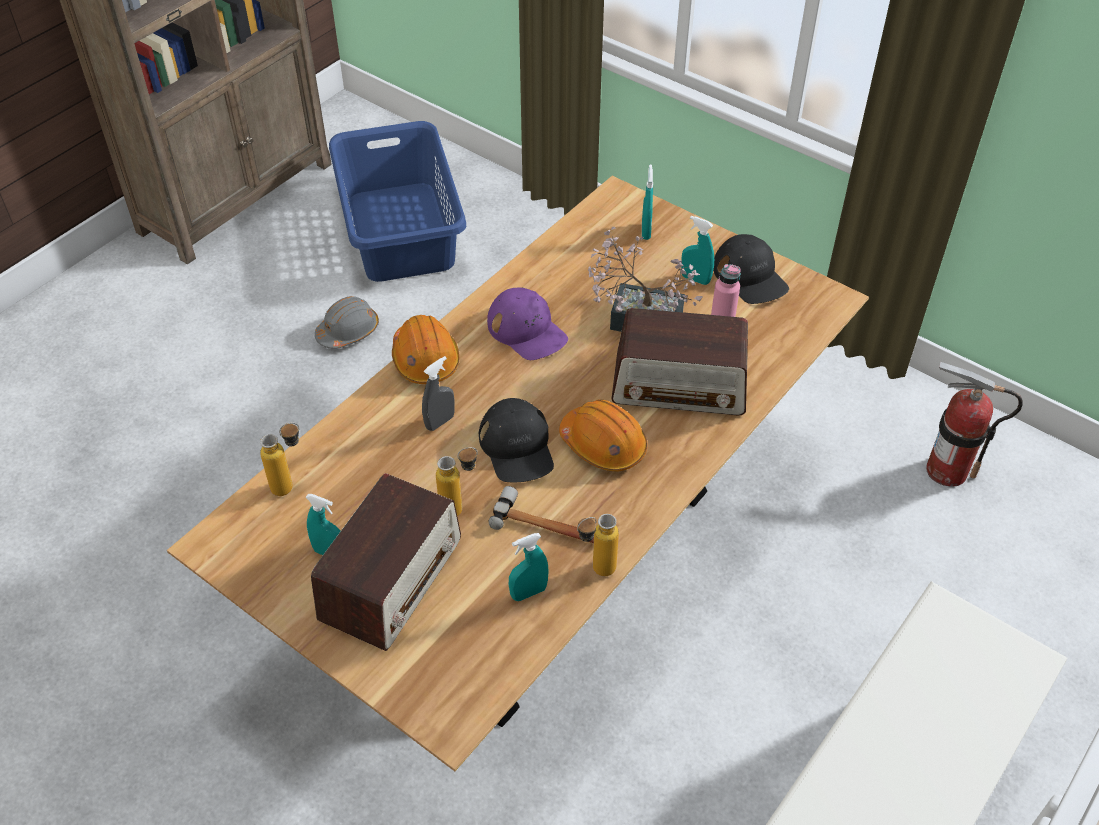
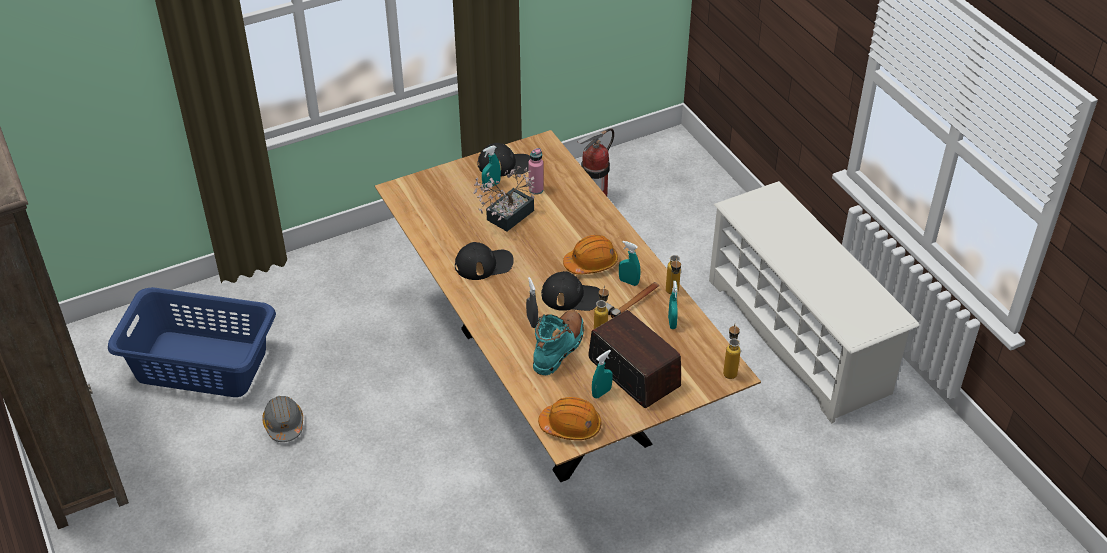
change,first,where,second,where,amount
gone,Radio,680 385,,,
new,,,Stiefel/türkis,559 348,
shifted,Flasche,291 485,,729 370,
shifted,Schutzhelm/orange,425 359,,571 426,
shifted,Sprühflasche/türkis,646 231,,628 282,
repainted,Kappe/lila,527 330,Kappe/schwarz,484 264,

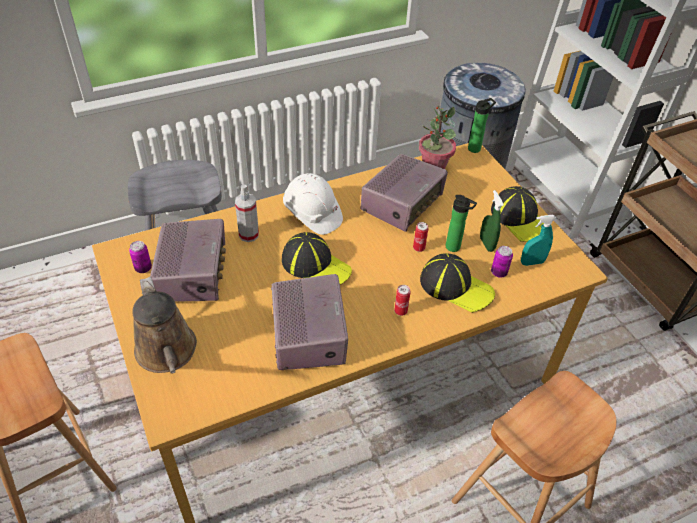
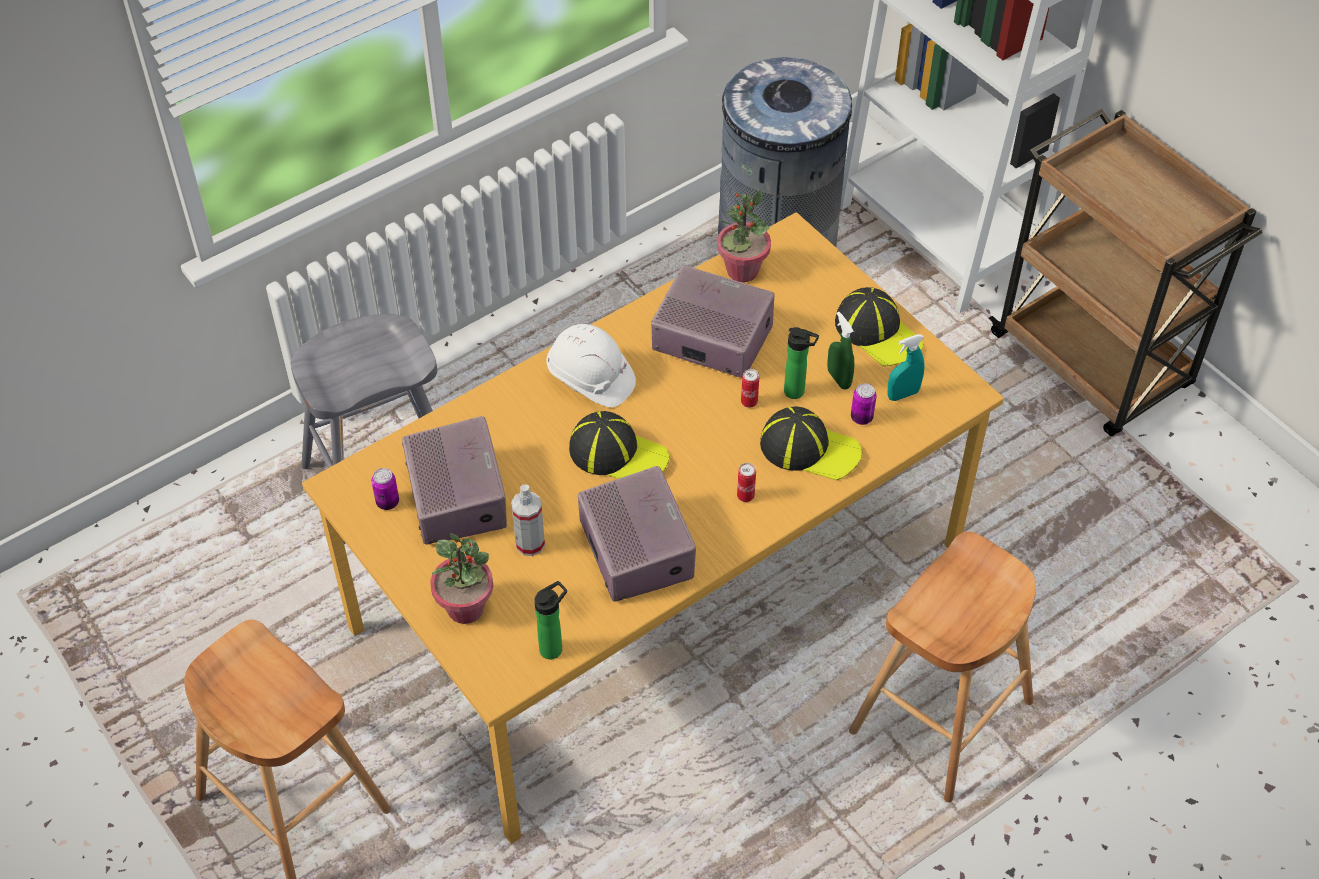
change,first,where,second,where,amount
shifted,Sprühflasche,249 235,,530 544,
shifted,Flasche,476 148,,554 647,
swapped,Gießkanne/braun,167 353,Topfpflanze,466 608,
rotated,Radio,402 204,,711 338,90 degrees counterclockwise

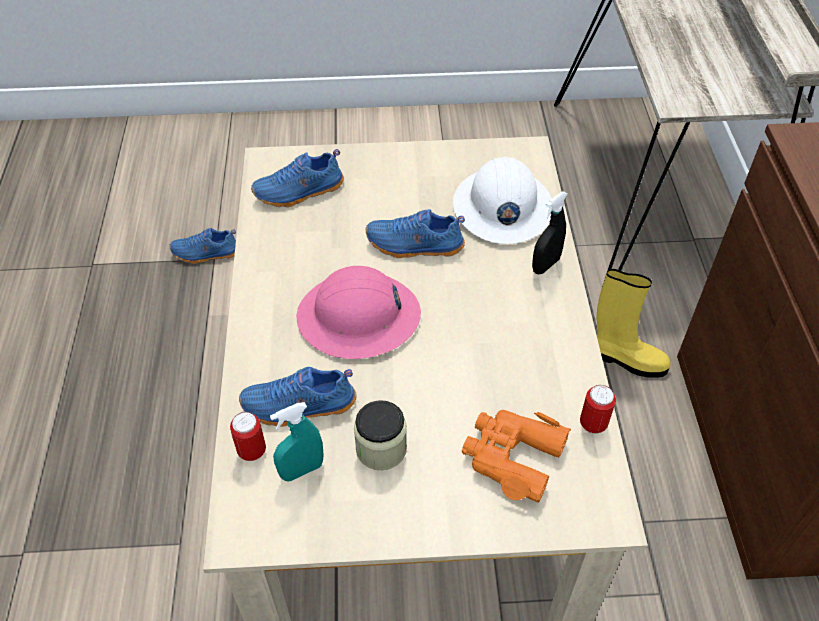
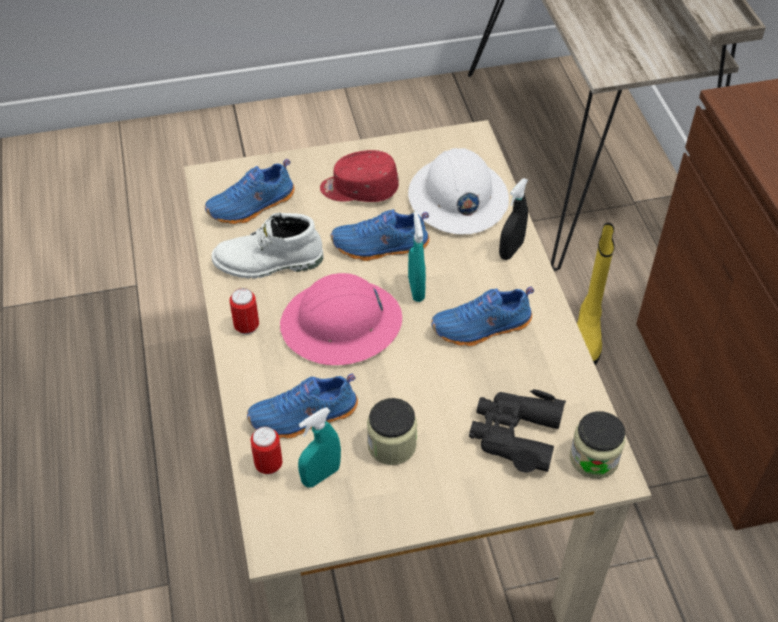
change,first,where,second,where,amount
new,,,Stiefel/weiß,268 263,
new,,,Kappe/rot,359 189,
new,,,Sprühflasche/türkis,416 289,
new,,,Vorratsglas,594 458,
shifted,Schuh/blau,206 254,,482 328,
shifted,Dose,593 424,,246 326,
repainted,Fernglas/orange,512 457,Fernglas/schwarz,515 435,
rotated,Stiefel/gelb,626 360,,587 334,90 degrees clockwise

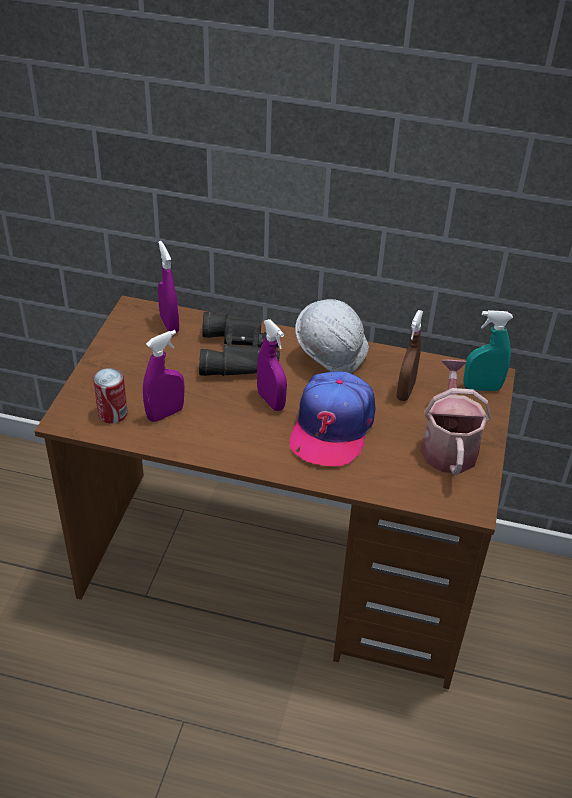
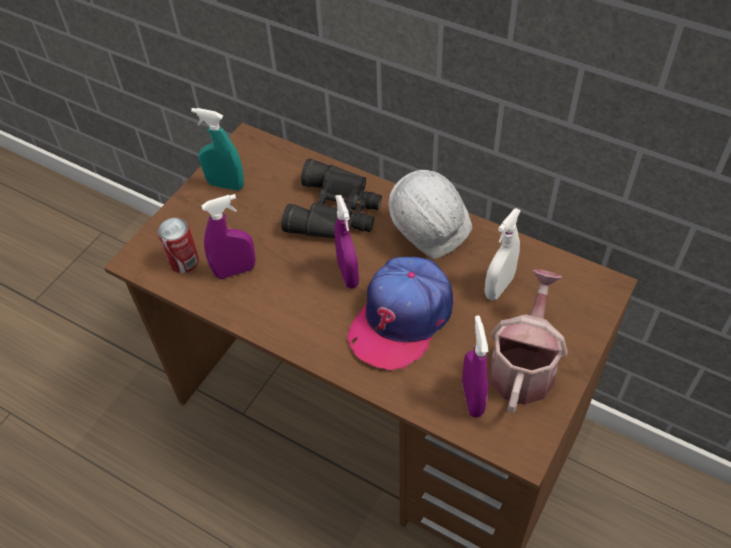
change,first,where,second,where,amount
shifted,Sprühflasche/lila,169 324,,472 398,
shifted,Sprühflasche/türkis,482 388,,226 185,
repainted,Sprühflasche/braun,405 391,Sprühflasche/weiß,499 287,

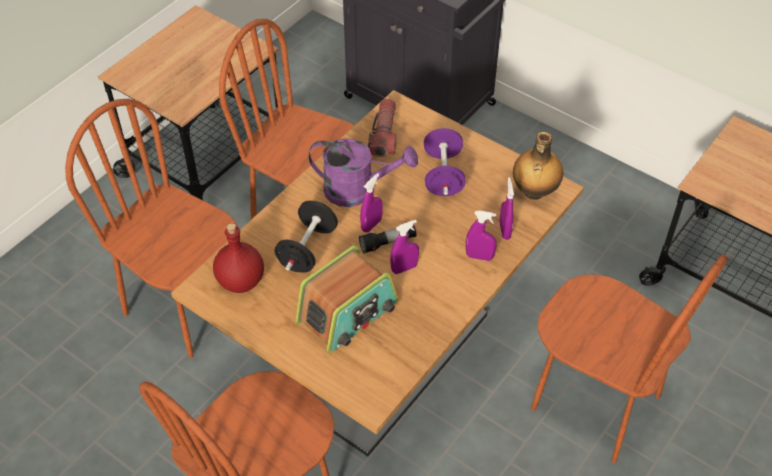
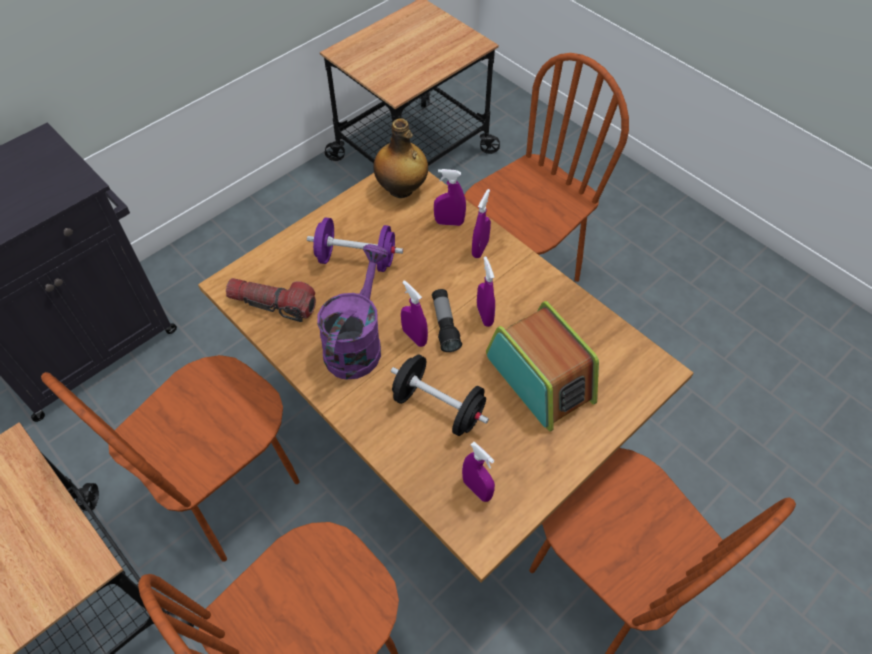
change,first,where,second,where,amount
swapped,Flasche/rot,240 281,Sprühflasche/lila,477 489,

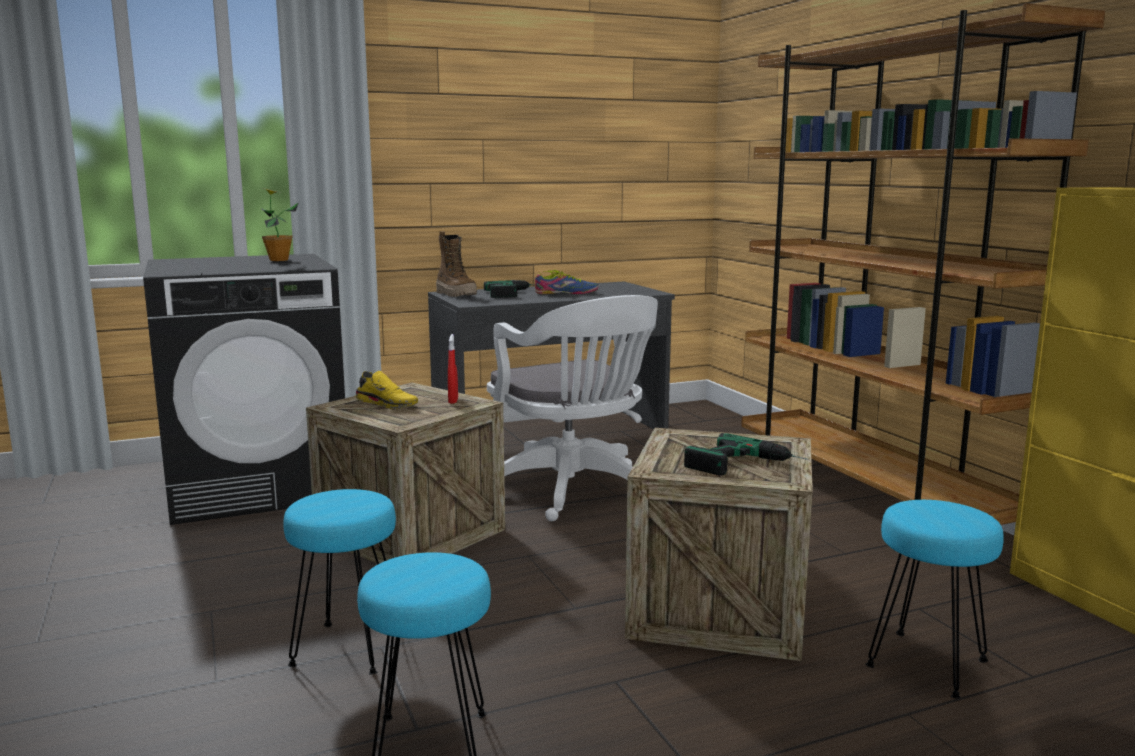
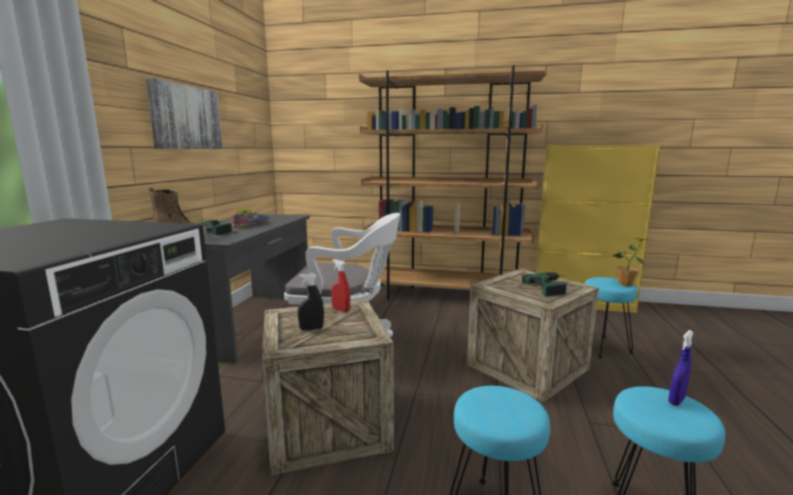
change,first,where,second,where,amount
new,,,Bild,186 117,
new,,,Sprühflasche/blau,676 400,
shifted,Topfpflanze,279 260,,625 284,
swapped,Schuh/gelb,388 404,Sprühflasche/schwarz,311 328,

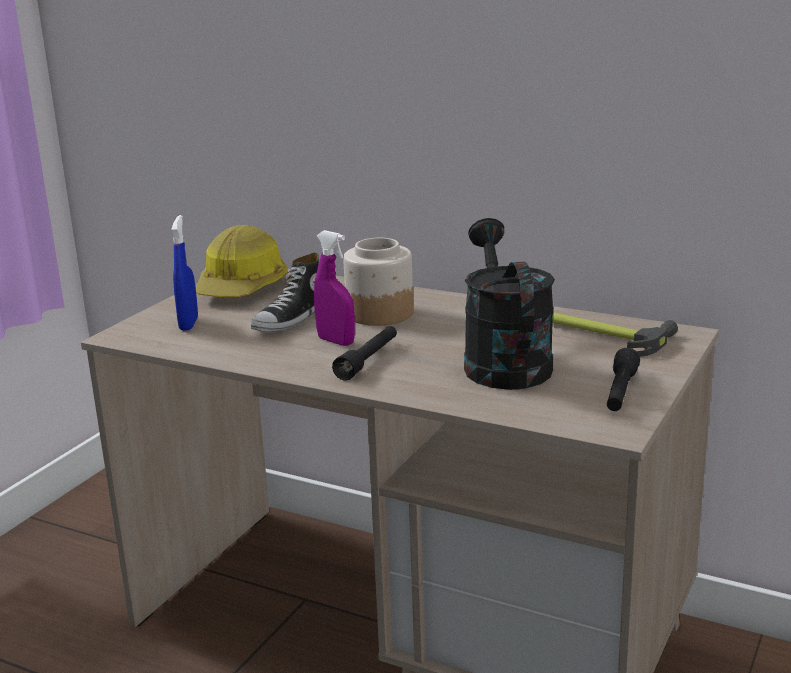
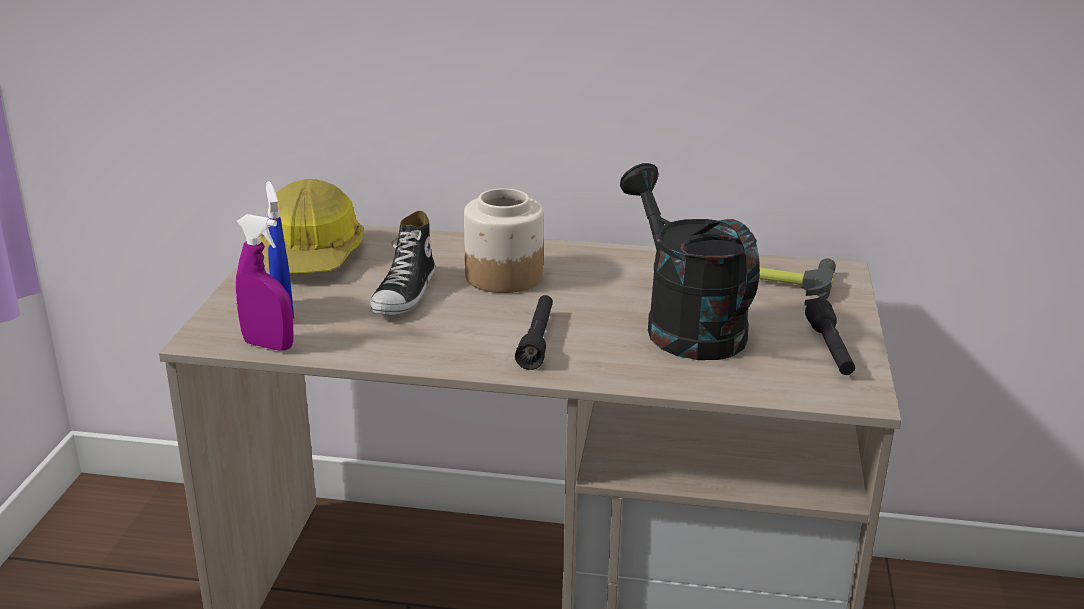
change,first,where,second,where,amount
shifted,Sprühflasche/lila,336 341,,268 345,

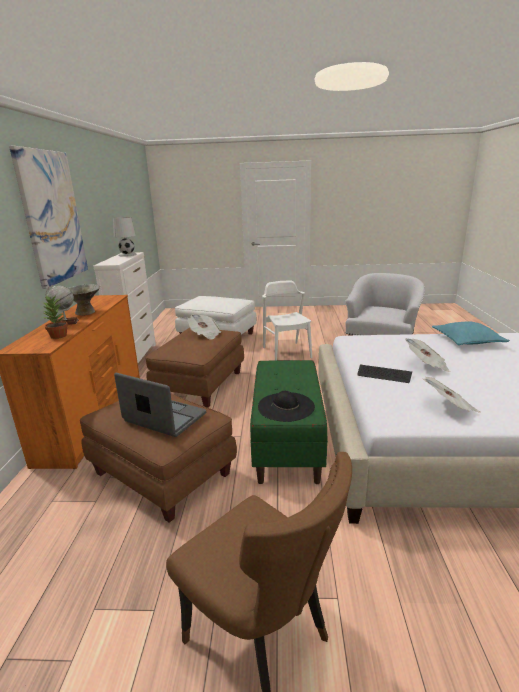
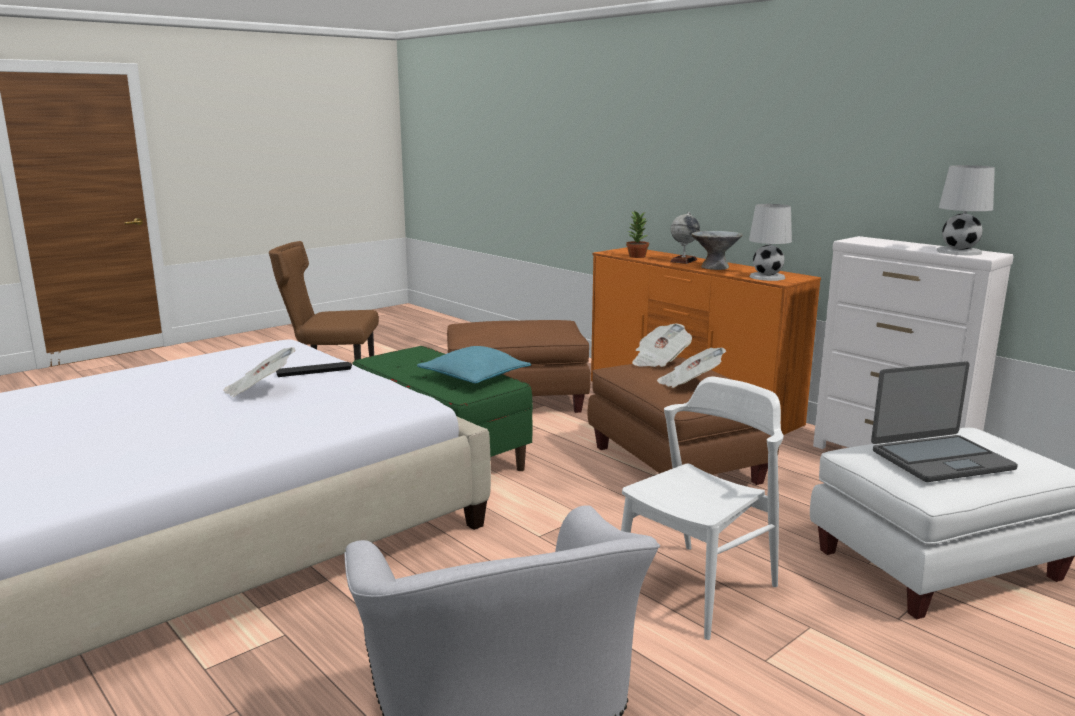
change,first,where,second,where,amount
gone,Bild,52 217,,,
gone,Hut/schwarz,286 406,,,
new,,,Tischlampe/weiß,767 277,
shifted,Laptop,164 418,,940 459,
shifted,Zeitung,449 407,,659 361,
shifted,Kissen/türkis,467 341,,474 377,
rotated,Stuhl/weiß,286 352,,697 588,75 degrees counterclockwise

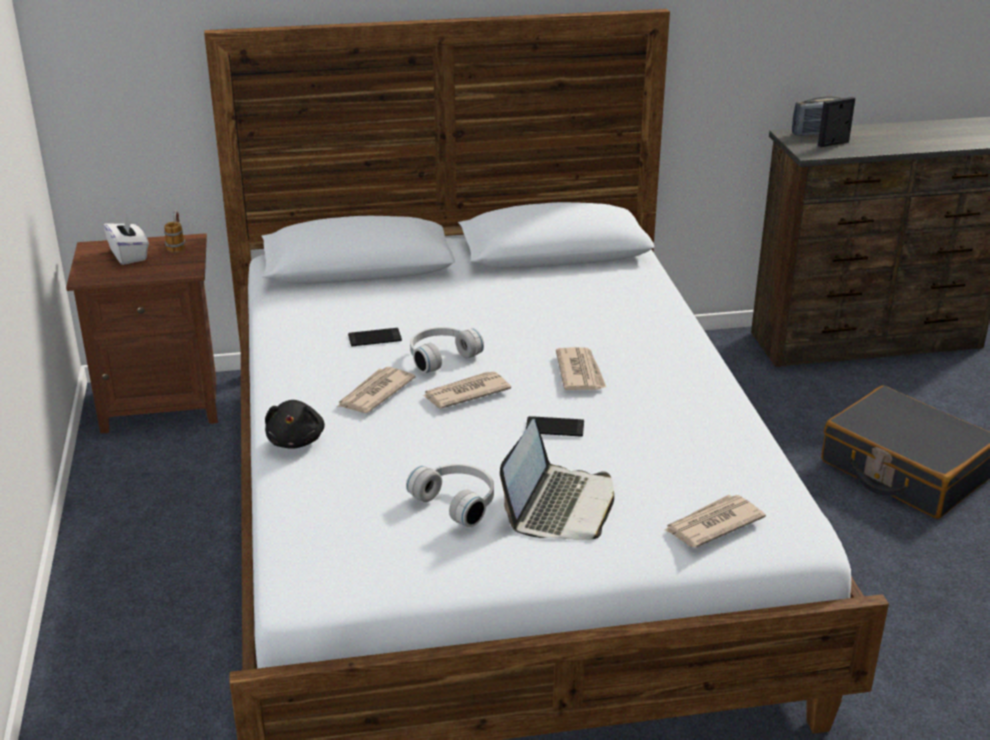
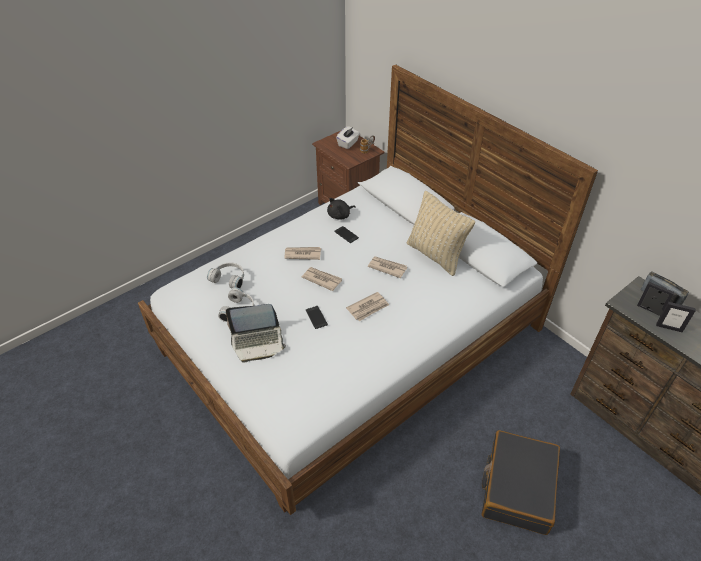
change,first,where,second,where,amount
new,,,Kissen/beige,435 255,
new,,,Bilderrahmen,669 327,
shifted,Plüschtier/schwarz,296 440,,340 215,
shifted,Kopfhörer/weiß,440 356,,229 278,
shifted,Zeitung,712 524,,387 267,

